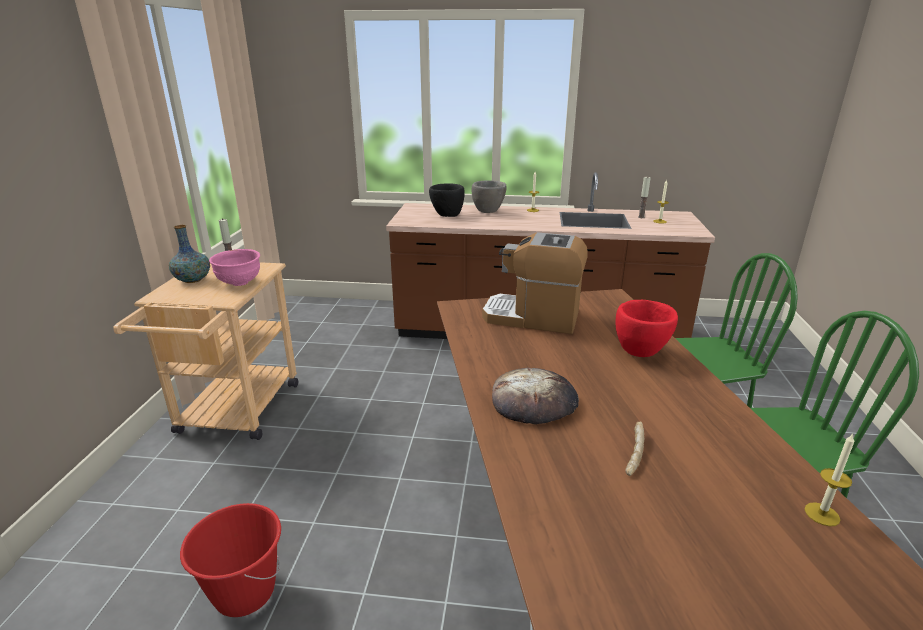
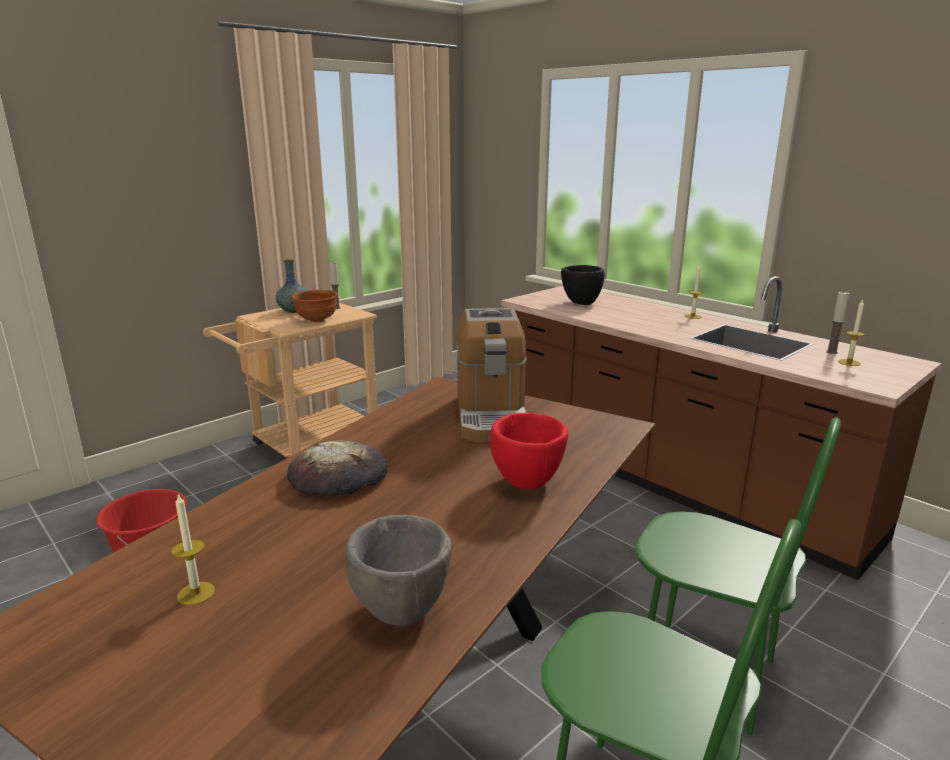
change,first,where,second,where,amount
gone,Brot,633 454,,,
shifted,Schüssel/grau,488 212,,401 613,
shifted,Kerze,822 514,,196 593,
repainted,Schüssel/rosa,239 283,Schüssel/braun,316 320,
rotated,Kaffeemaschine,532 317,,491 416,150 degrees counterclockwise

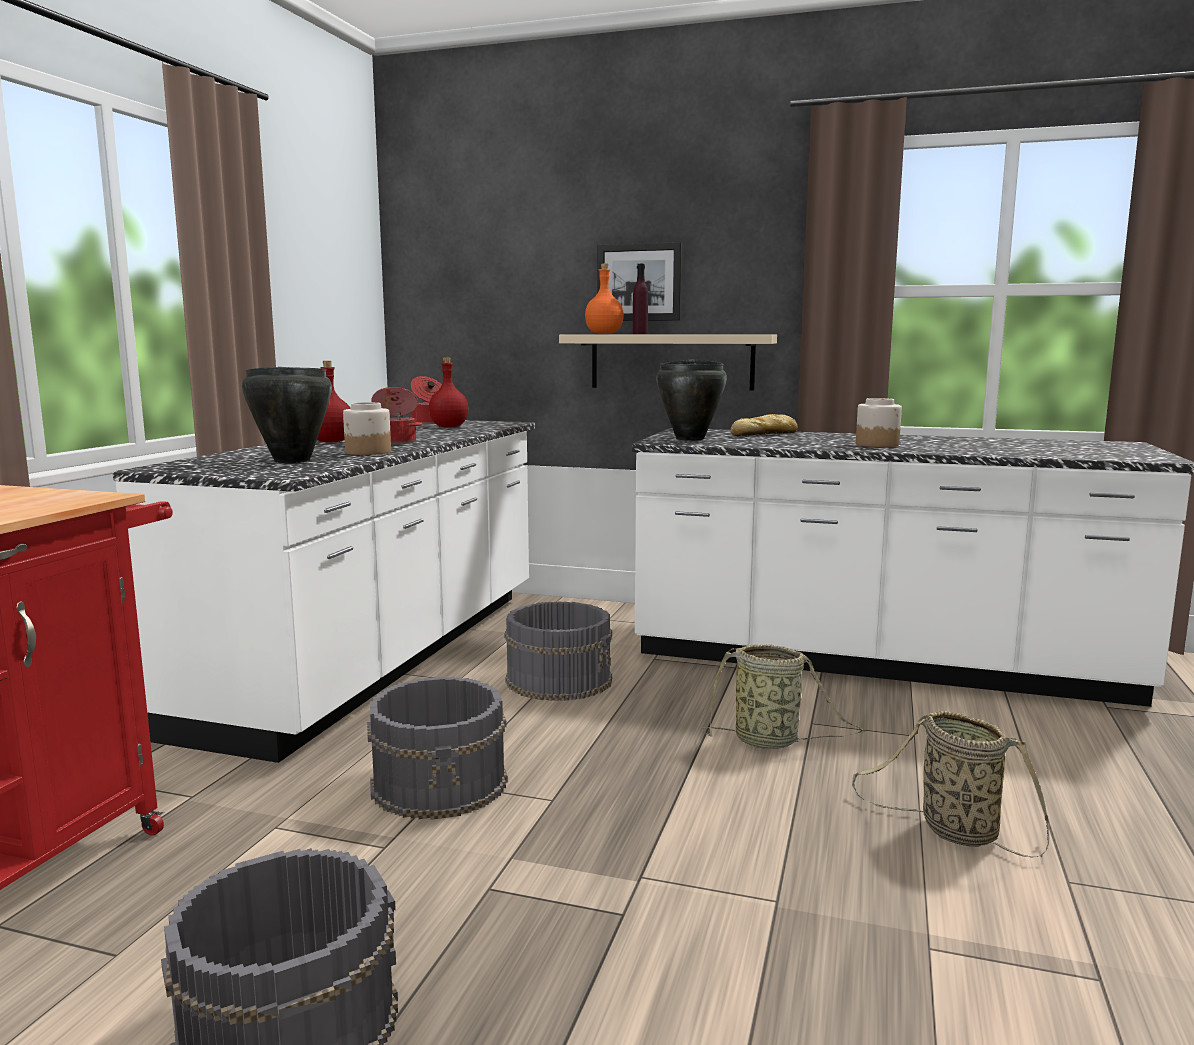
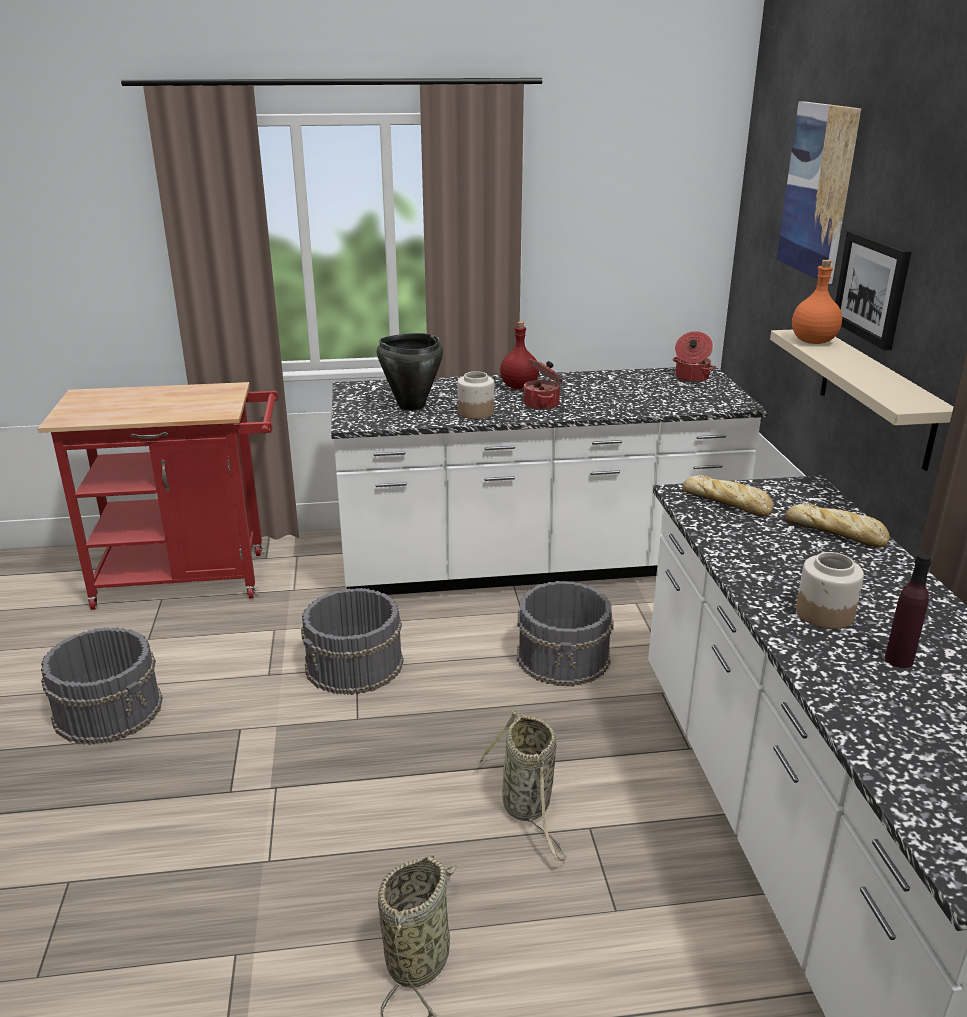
change,first,where,second,where,amount
gone,Flasche/rot,448 427,,,
new,,,Bild,818 190,
shifted,Flasche/lila,640 334,,898 660,
swapped,Kochtopf/schwarz,690 439,Brot,728 503,

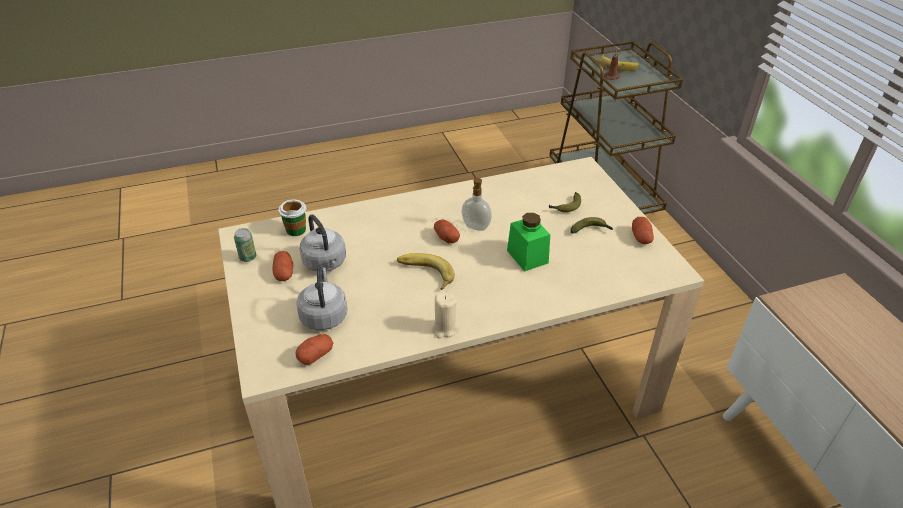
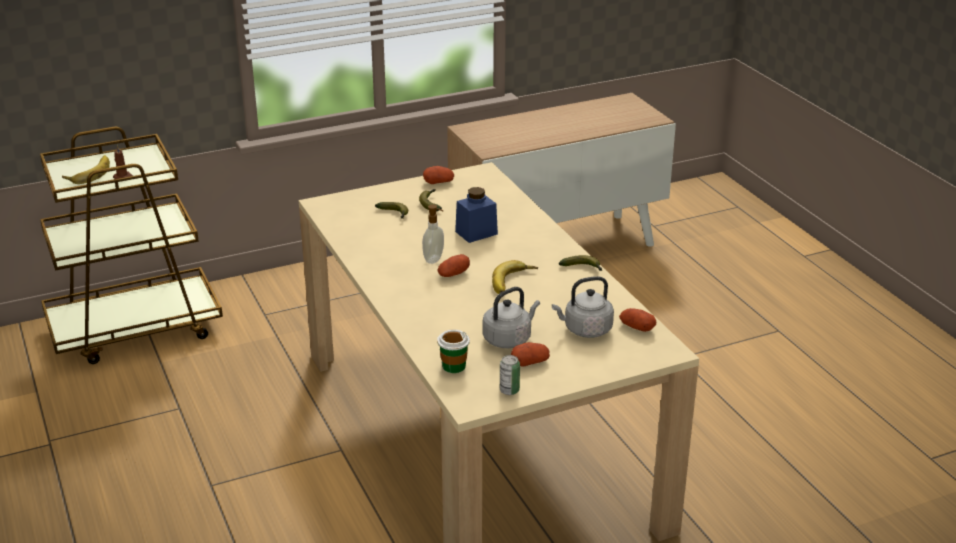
change,first,where,second,where,amount
swapped,Kerze/beige,445 329,Banane,583 268,
repainted,Vorratsglas/grün,527 257,Vorratsglas/blau,476 233,

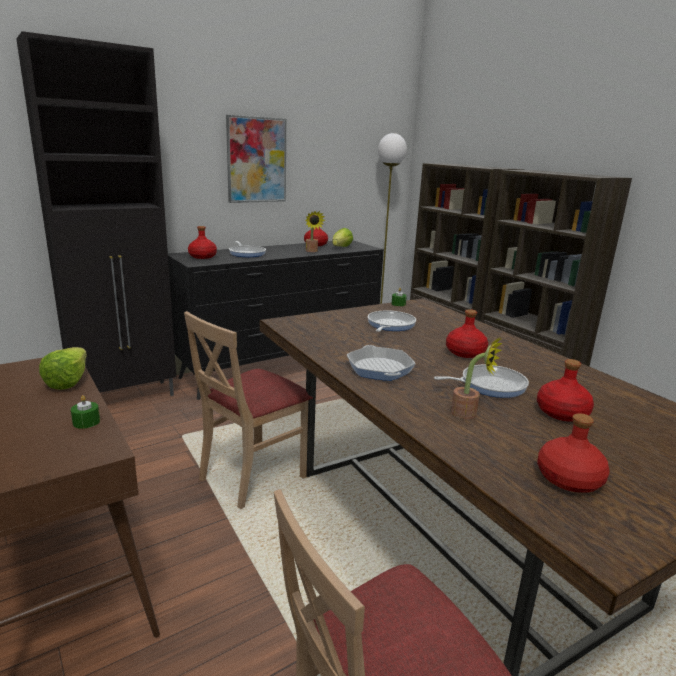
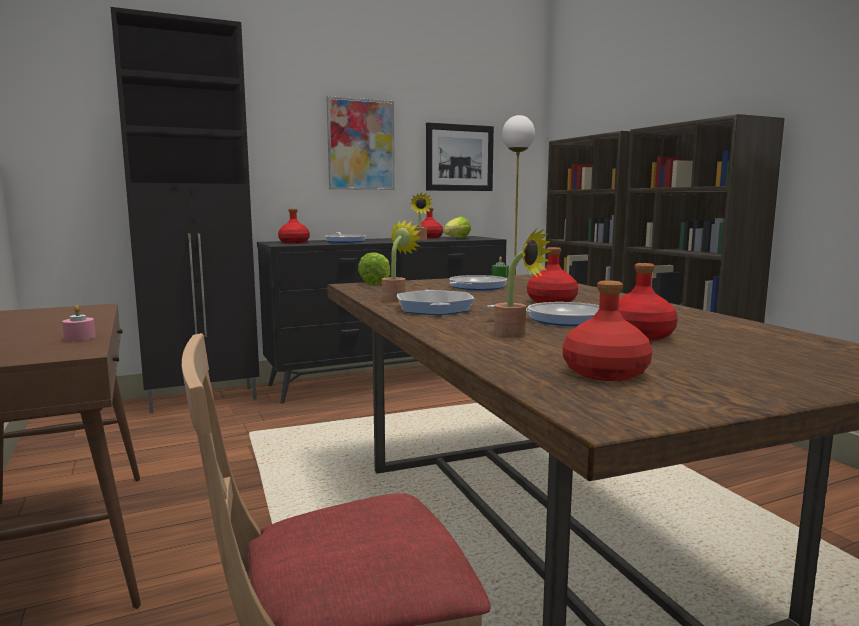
change,first,where,second,where,amount
gone,Stuhl/beige,252 476,,,
new,,,Topfpflanze,397 299,
new,,,Bild,459 158,
shifted,Salatkopf,72 380,,379 282,
repainted,Kerze/grün,86 422,Kerze/rosa,80 338,

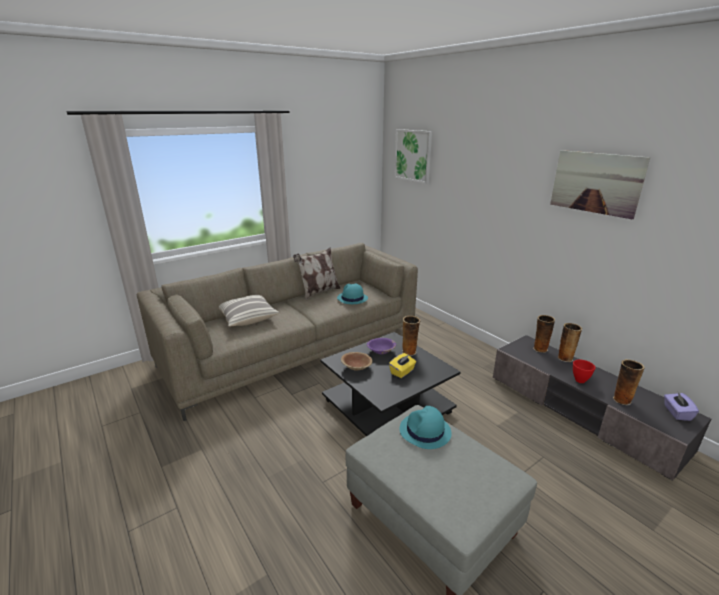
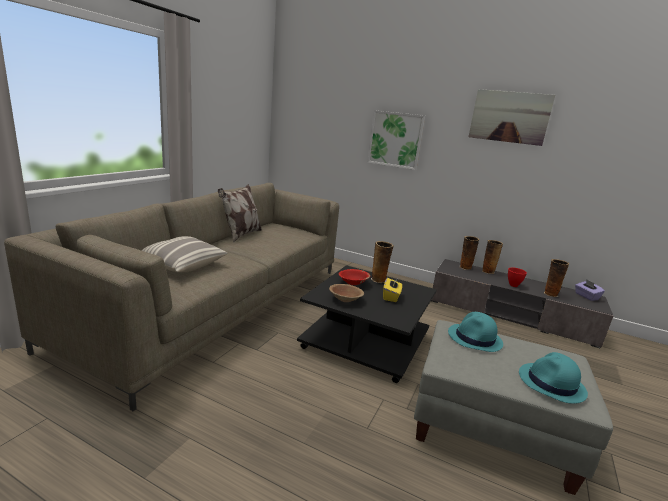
change,first,where,second,where,amount
shifted,Hut/türkis,352 298,,551 384,
shifted,Bild,413 155,,395 139,
repainted,Schüssel/lila,381 351,Schüssel/rot,353 283,

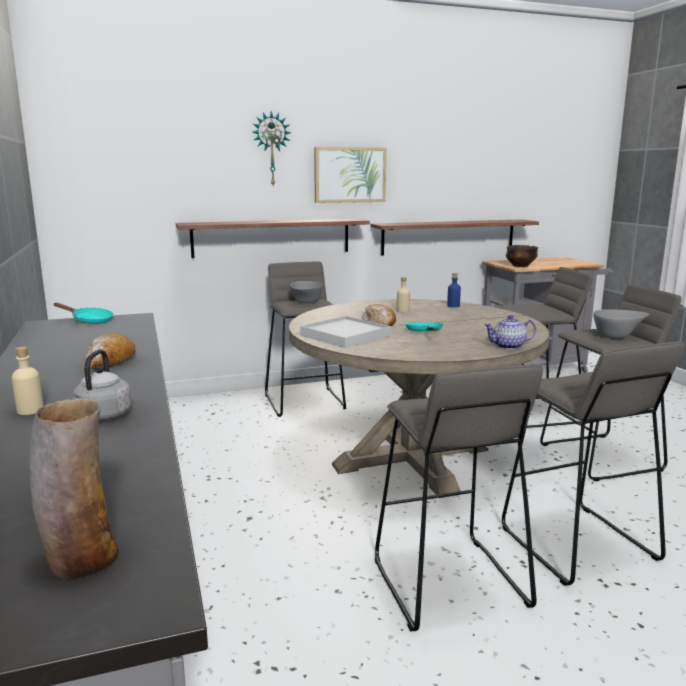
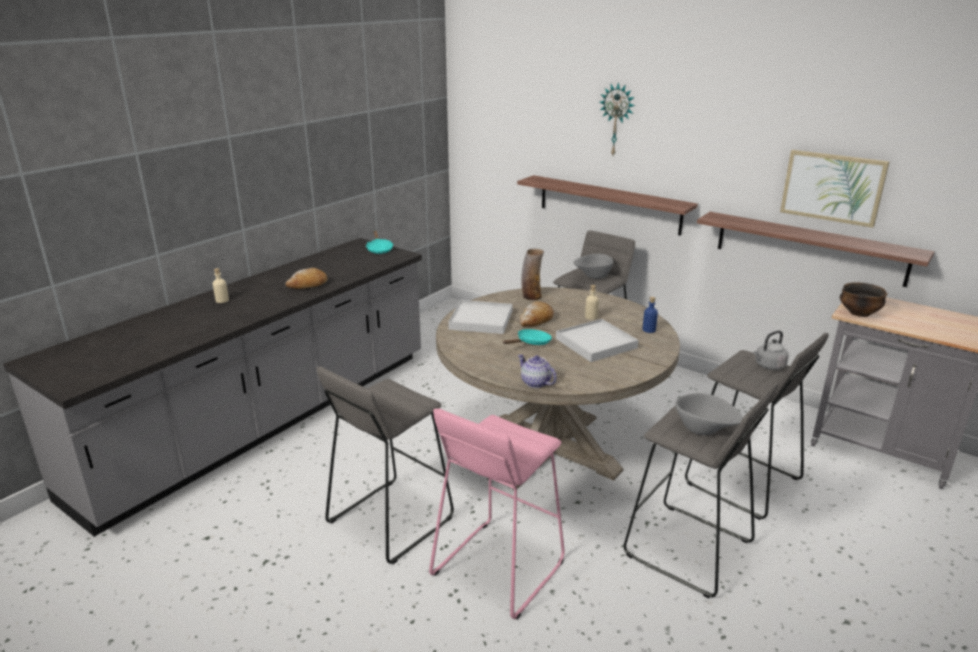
change,first,where,second,where,amount
new,,,Tablett/weiß,596 343,
shifted,Vase,81 560,,531 296,
shifted,Wasserkessel/grau,102 417,,768 366,
shifted,Bild,350 175,,832 187,
repainted,Hocker/grau,576 544,Hocker/rosa,497 568,

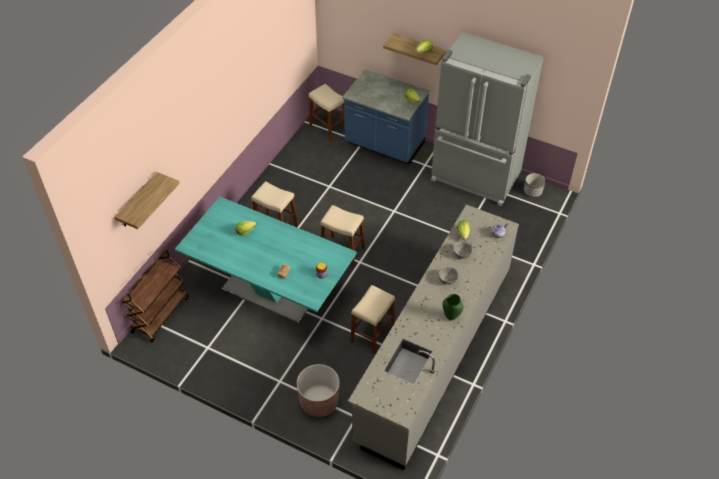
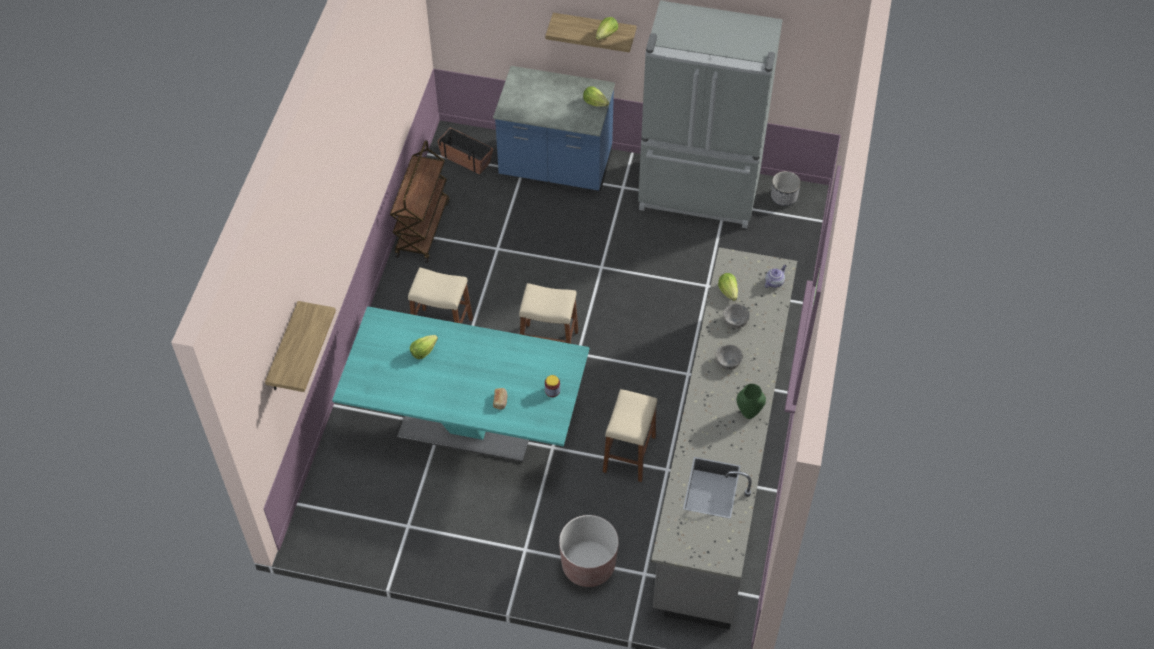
change,first,where,second,where,amount
shifted,Rollwagen/braun,160 314,,422 228,
swapped,Hocker/beige,328 129,Pflanzkübel,466 158,

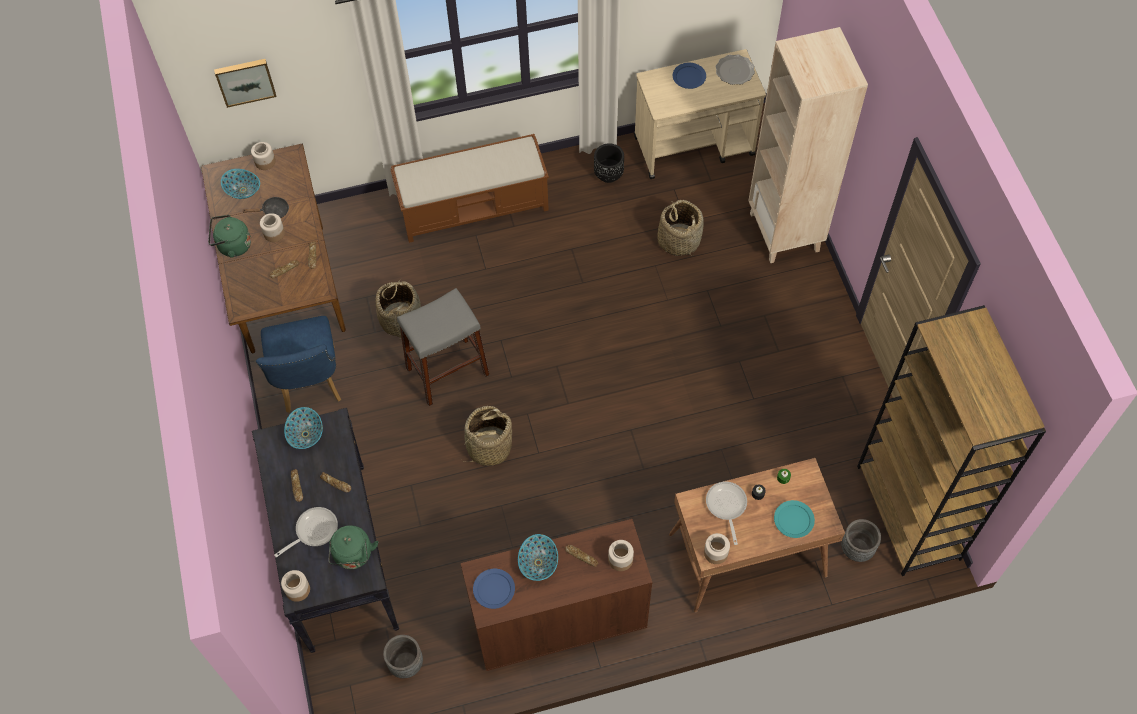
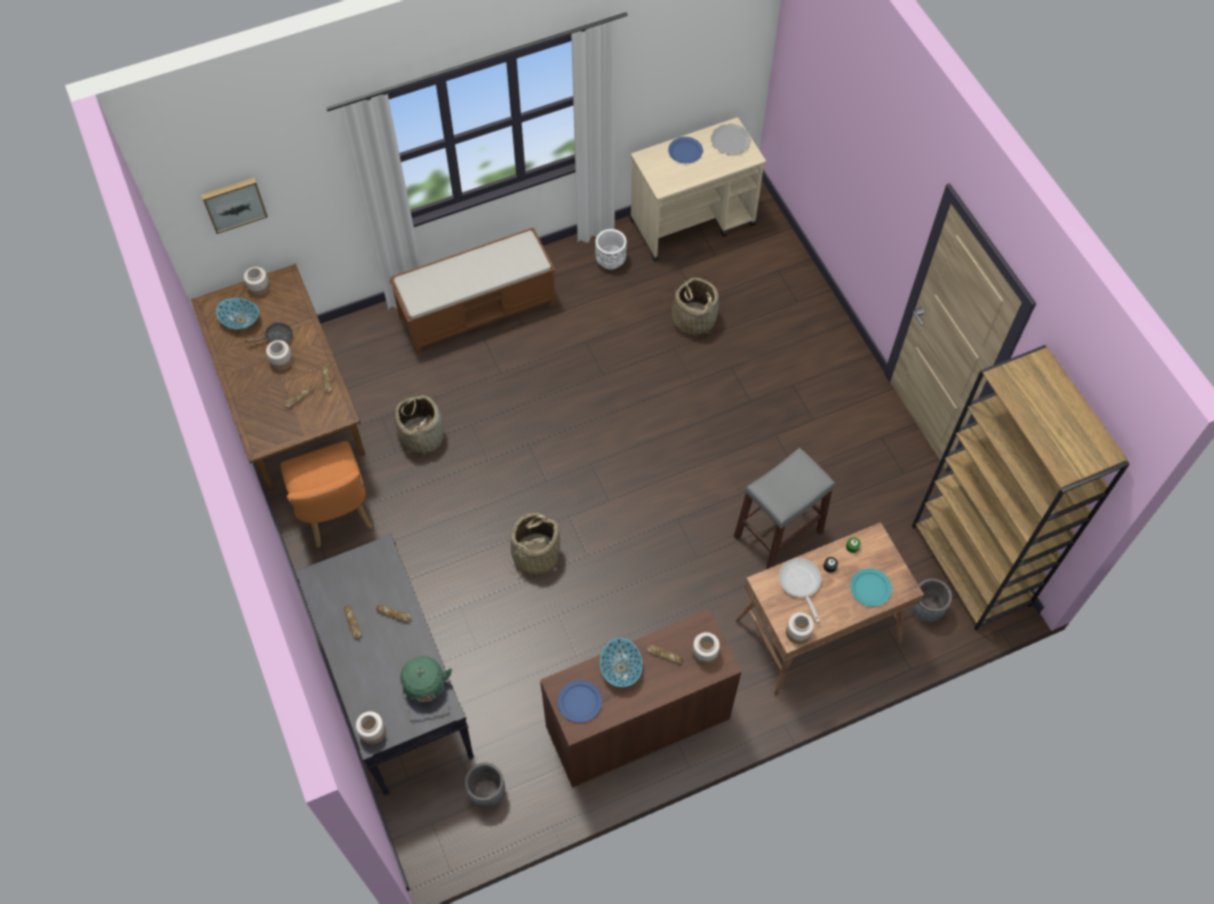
change,first,where,second,where,amount
gone,Wasserkessel/grün,232 246,,,
gone,Pfanne,313 531,,,
gone,Schüssel,306 434,,,
gone,Bücherregal/beige,785 232,,,
shifted,Hocker/grau,448 371,,778 534,
repainted,Stuhl/blau,309 385,Stuhl/orange,336 515,
repainted,Pflanzkübel/schwarz,608 174,Pflanzkübel/weiß,610 261,

